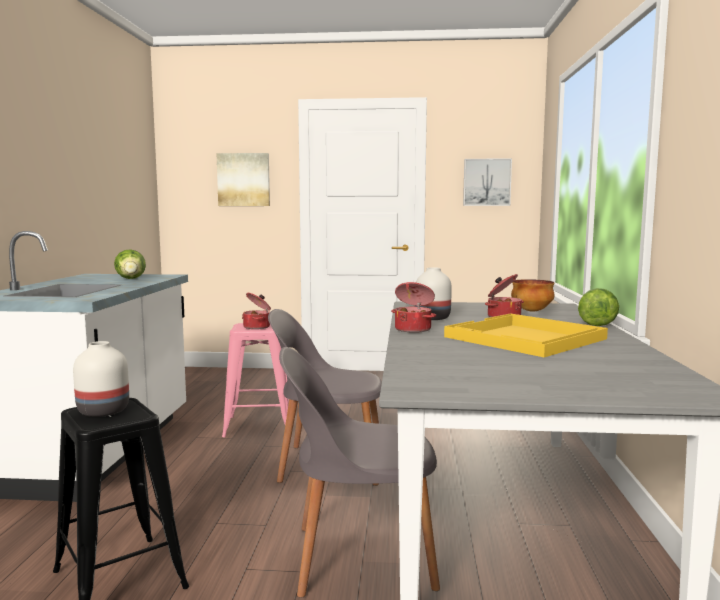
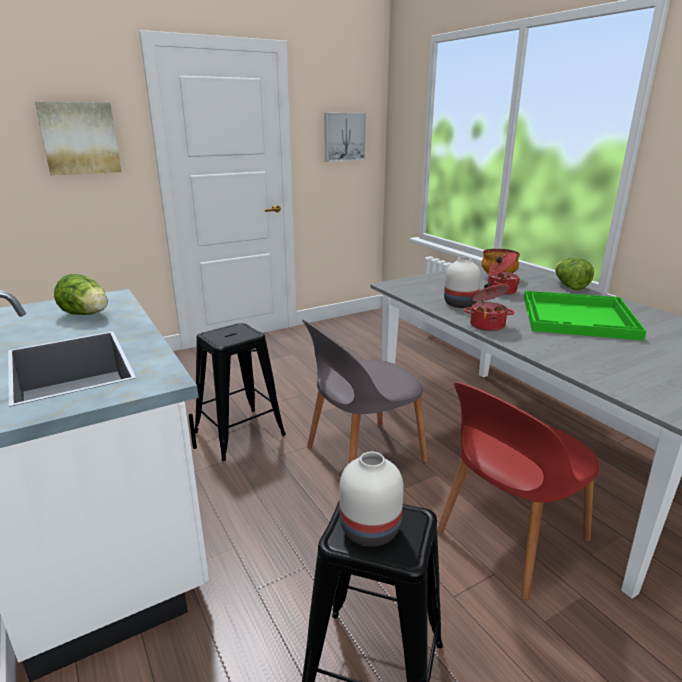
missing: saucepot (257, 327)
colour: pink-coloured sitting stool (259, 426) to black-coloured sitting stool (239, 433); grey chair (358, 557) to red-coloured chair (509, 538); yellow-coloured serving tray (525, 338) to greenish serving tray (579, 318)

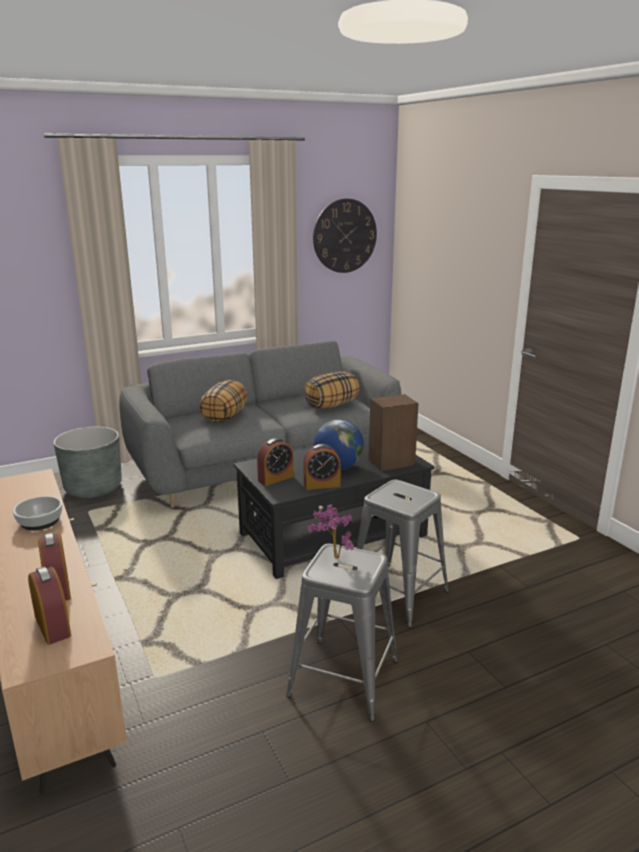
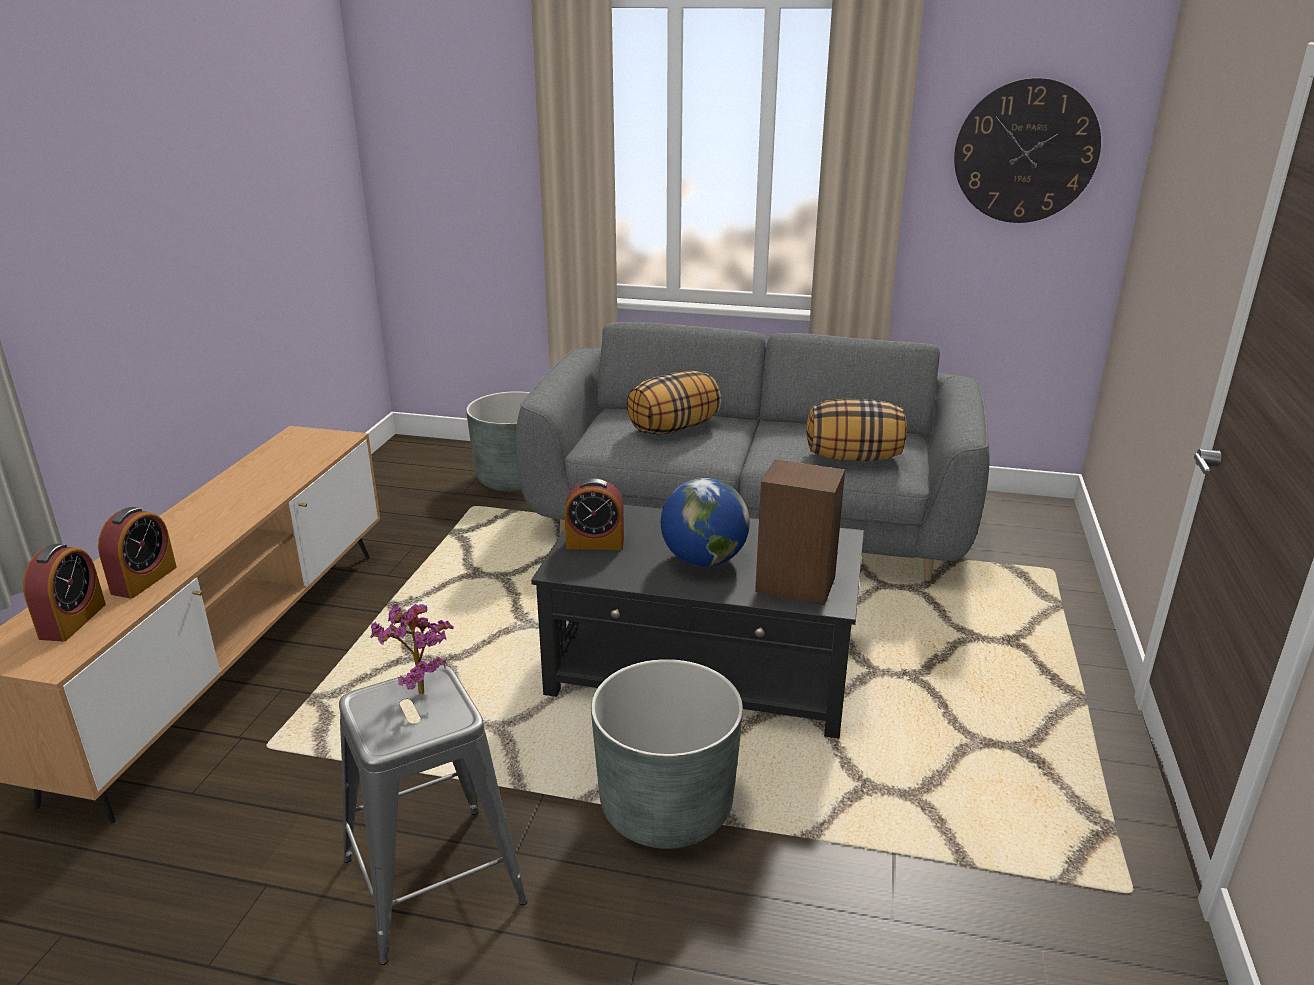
missing: deep dish (39, 521); alarm clock (321, 485)
exchanged: grey sitting stool (398, 594) to grey flower pot (666, 807)

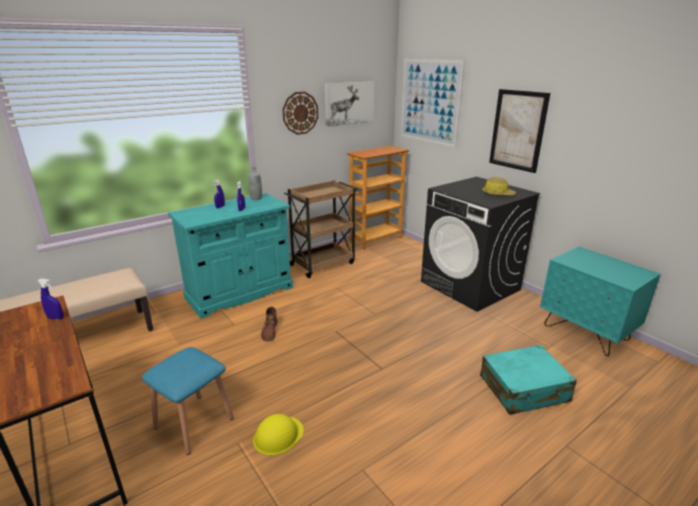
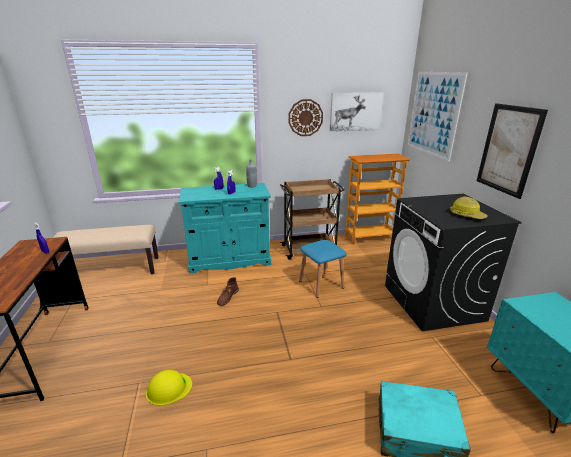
relocated: blue sitting stool (194, 423) to (321, 284)

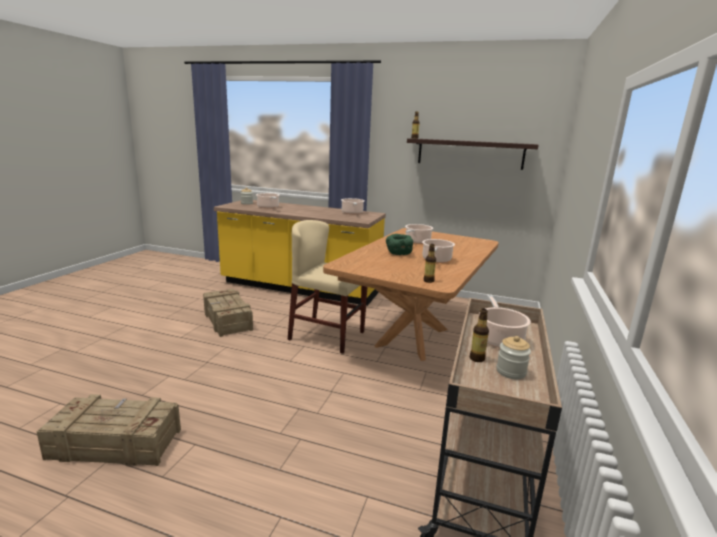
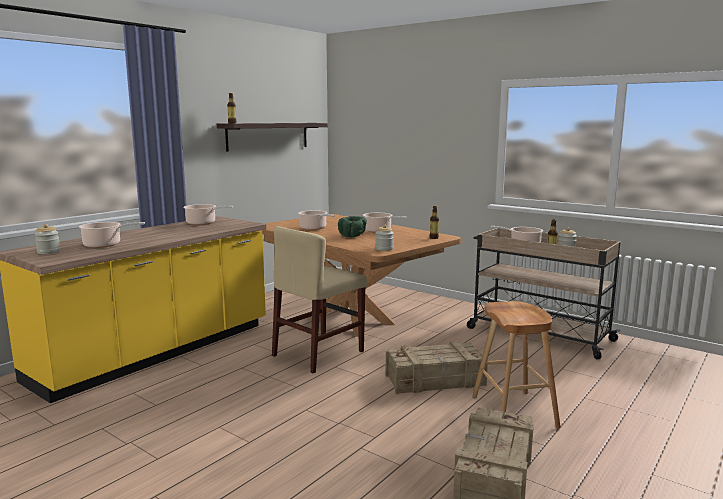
appeared: preserve jar (384, 249); brown-coloured sitting stool (513, 411)
relocated: shipping crate (227, 320) to (435, 380)

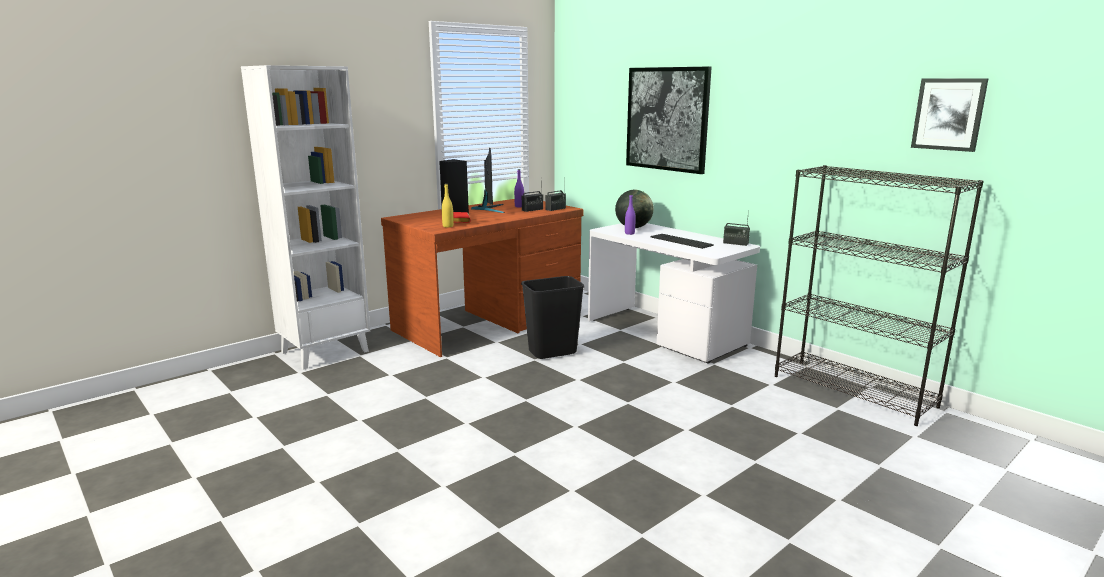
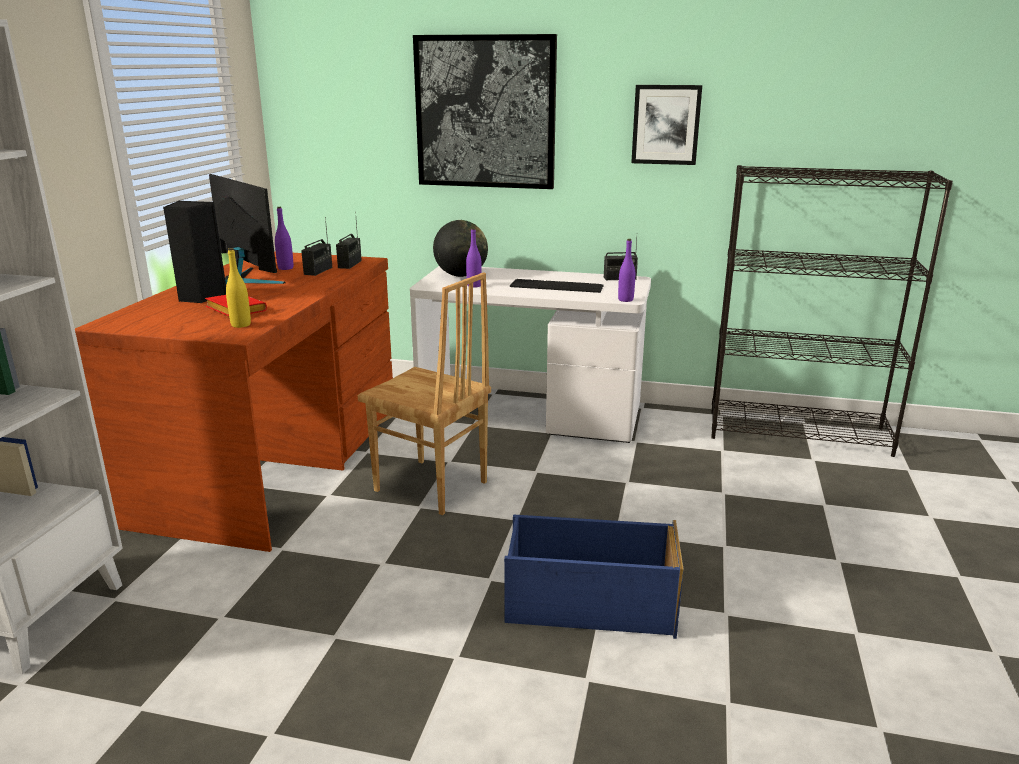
appeared: blue storage container (588, 604); purple-coloured bottle (625, 300)
relocated: picture (948, 114) to (666, 124)
exchanged: black-coloured waste bin (552, 353) to brown-coloured chair (430, 487)

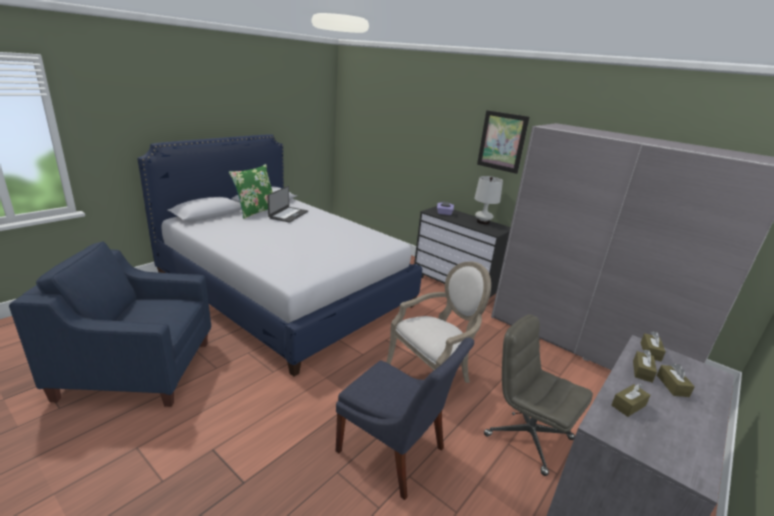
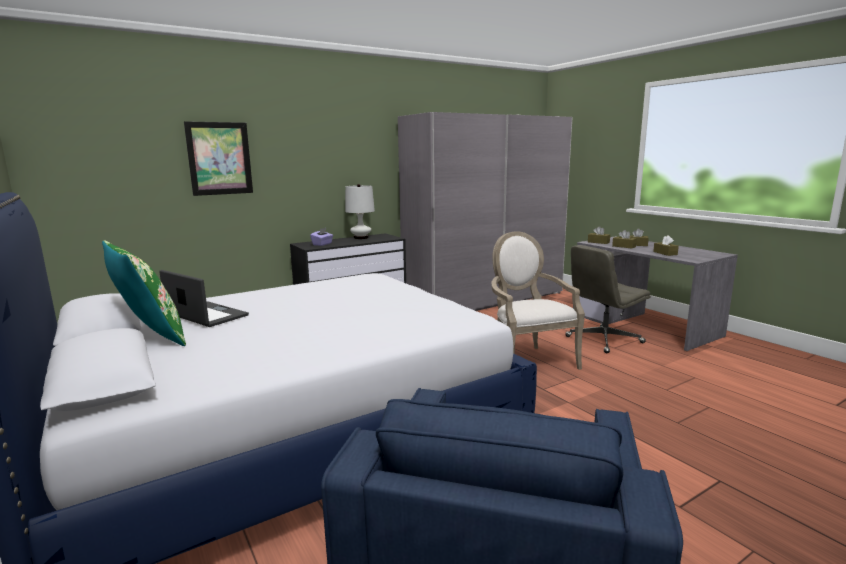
missing: blue chair (394, 453)
relocated: picture (502, 141) to (219, 158)

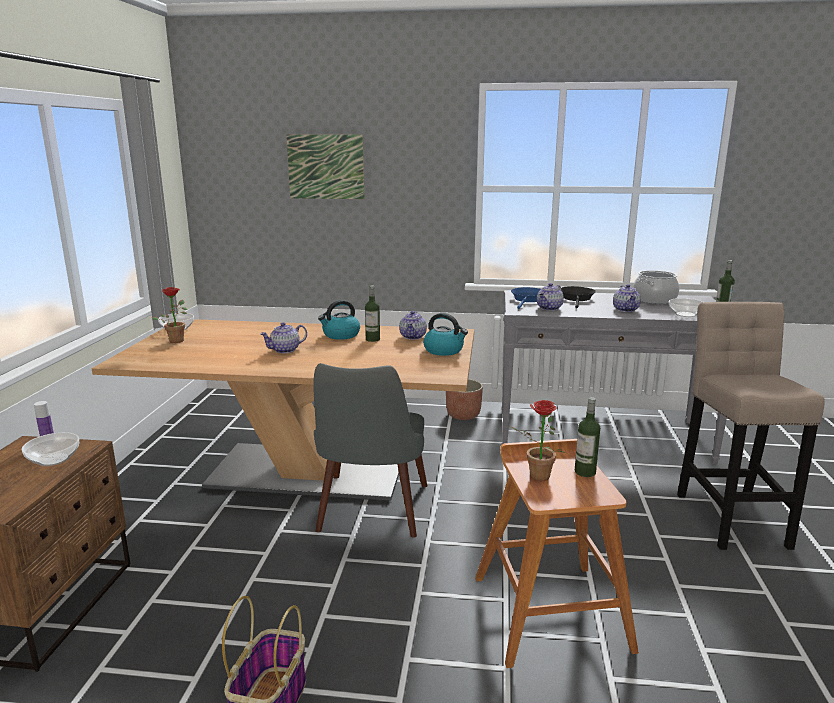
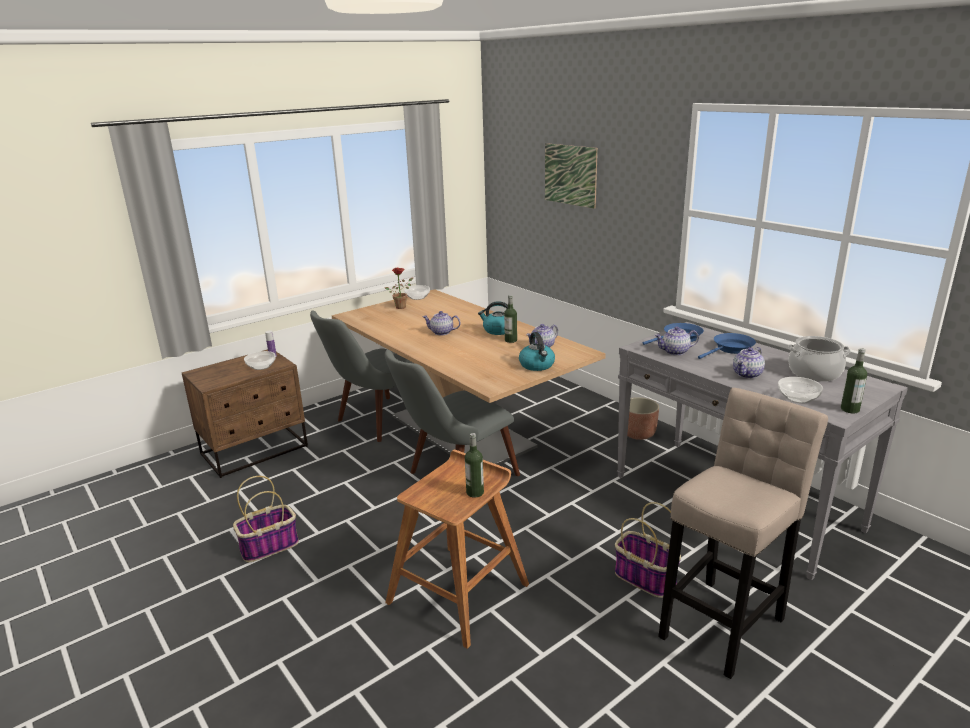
missing: plant in a pot (535, 477)
appeared: grey chair (375, 423); household basket (643, 578)
colour: black-coloured pan (576, 299) to blue pan (731, 349)

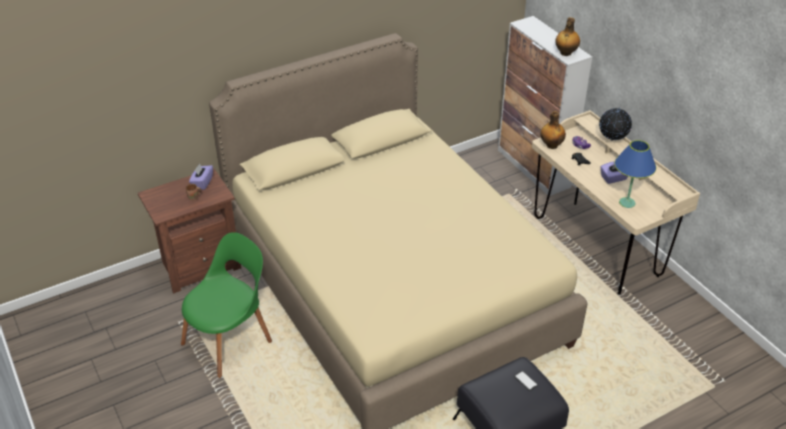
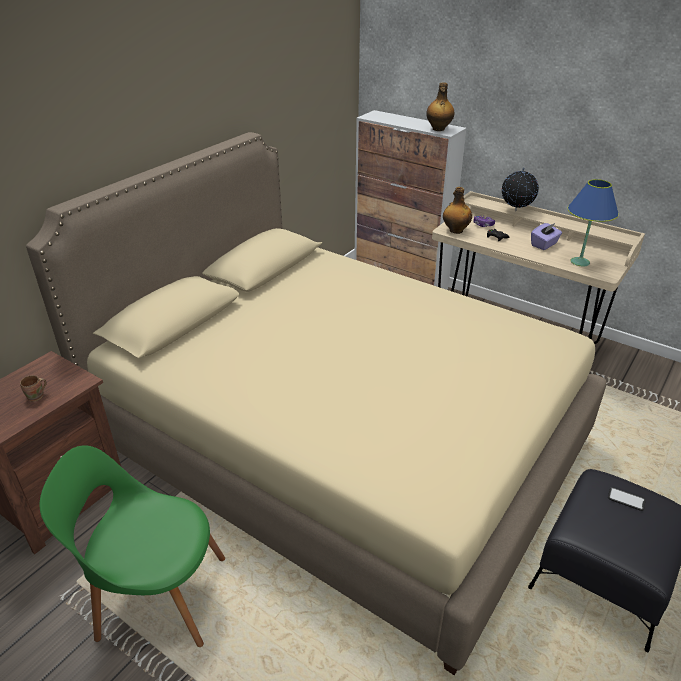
missing: purple-coloured tissue box (202, 183)
spun: greenish chair (230, 340) = (157, 595) 105 degrees counterclockwise

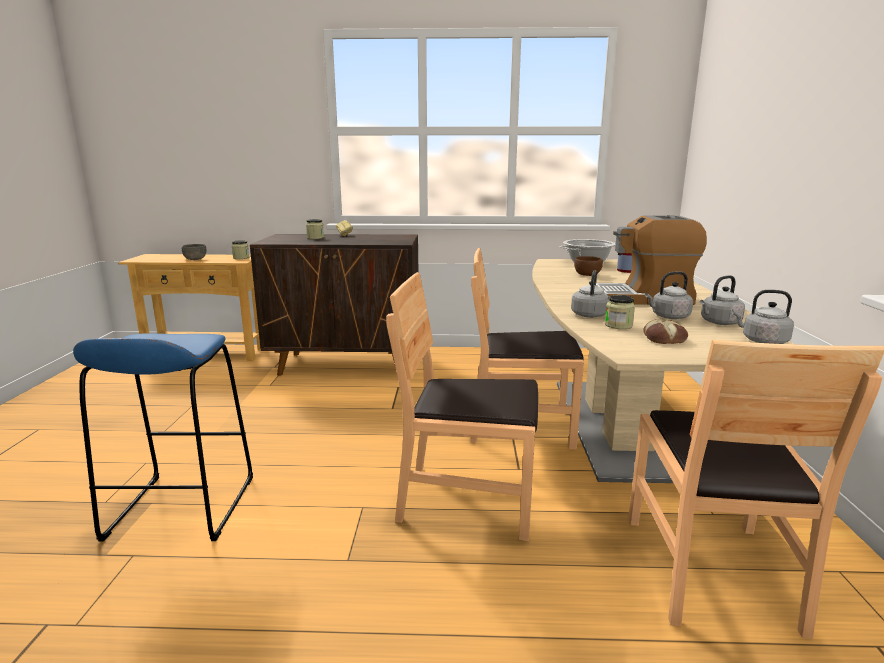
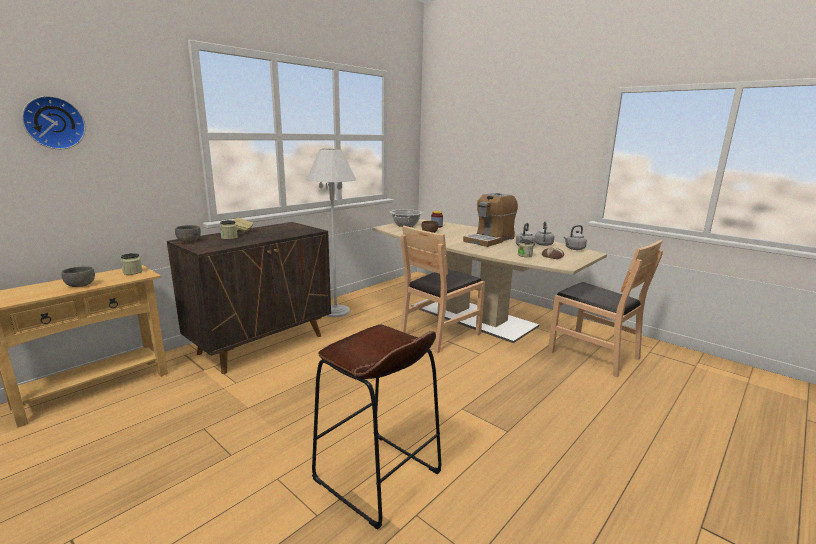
missing: brown-coloured chair (468, 498); grey water kettle (589, 314)
appeared: wall clock (53, 123); grey deep dish (189, 241); whitish floor lamp (335, 311)
colour: blue sitting stool (181, 507) to brown-coloured sitting stool (377, 476)

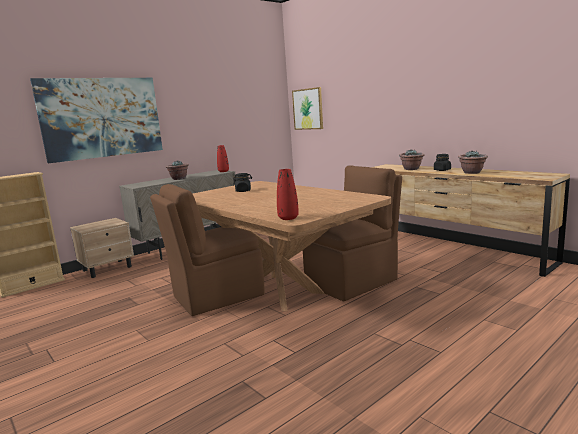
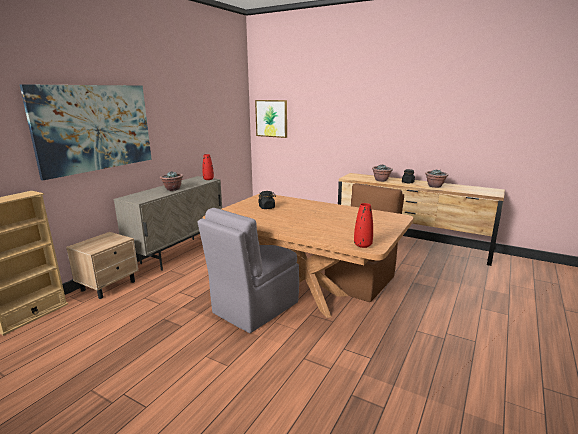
colour: brown-coloured chair (215, 296) to grey chair (254, 308)

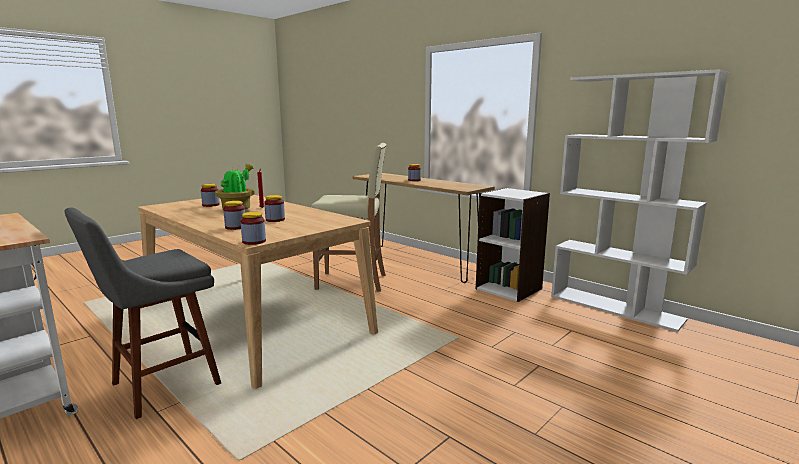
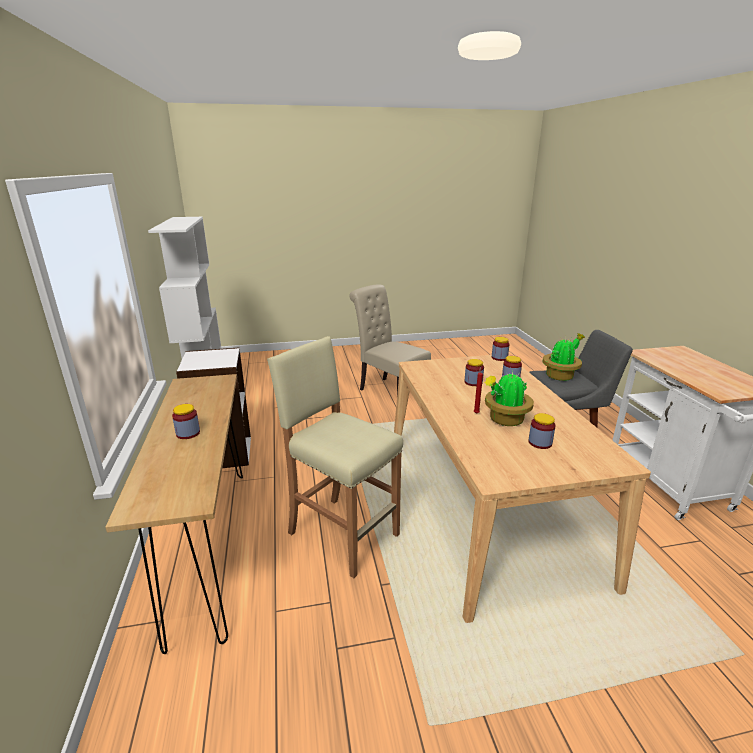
appeared: sand-coloured chair (388, 390); plant in a pot (560, 376)

